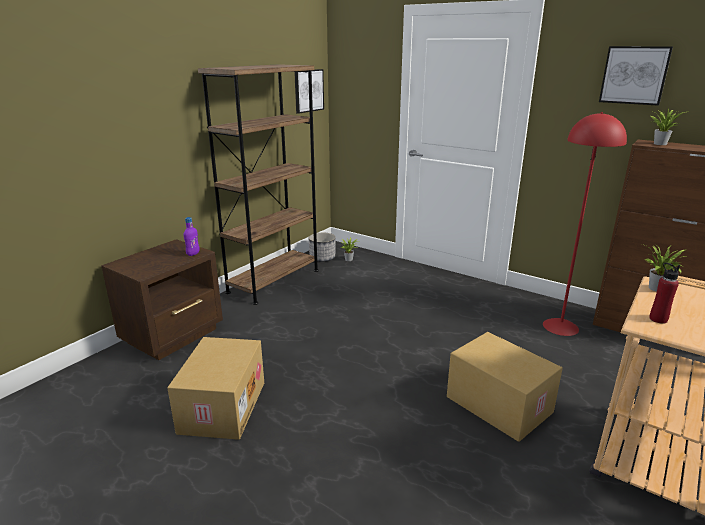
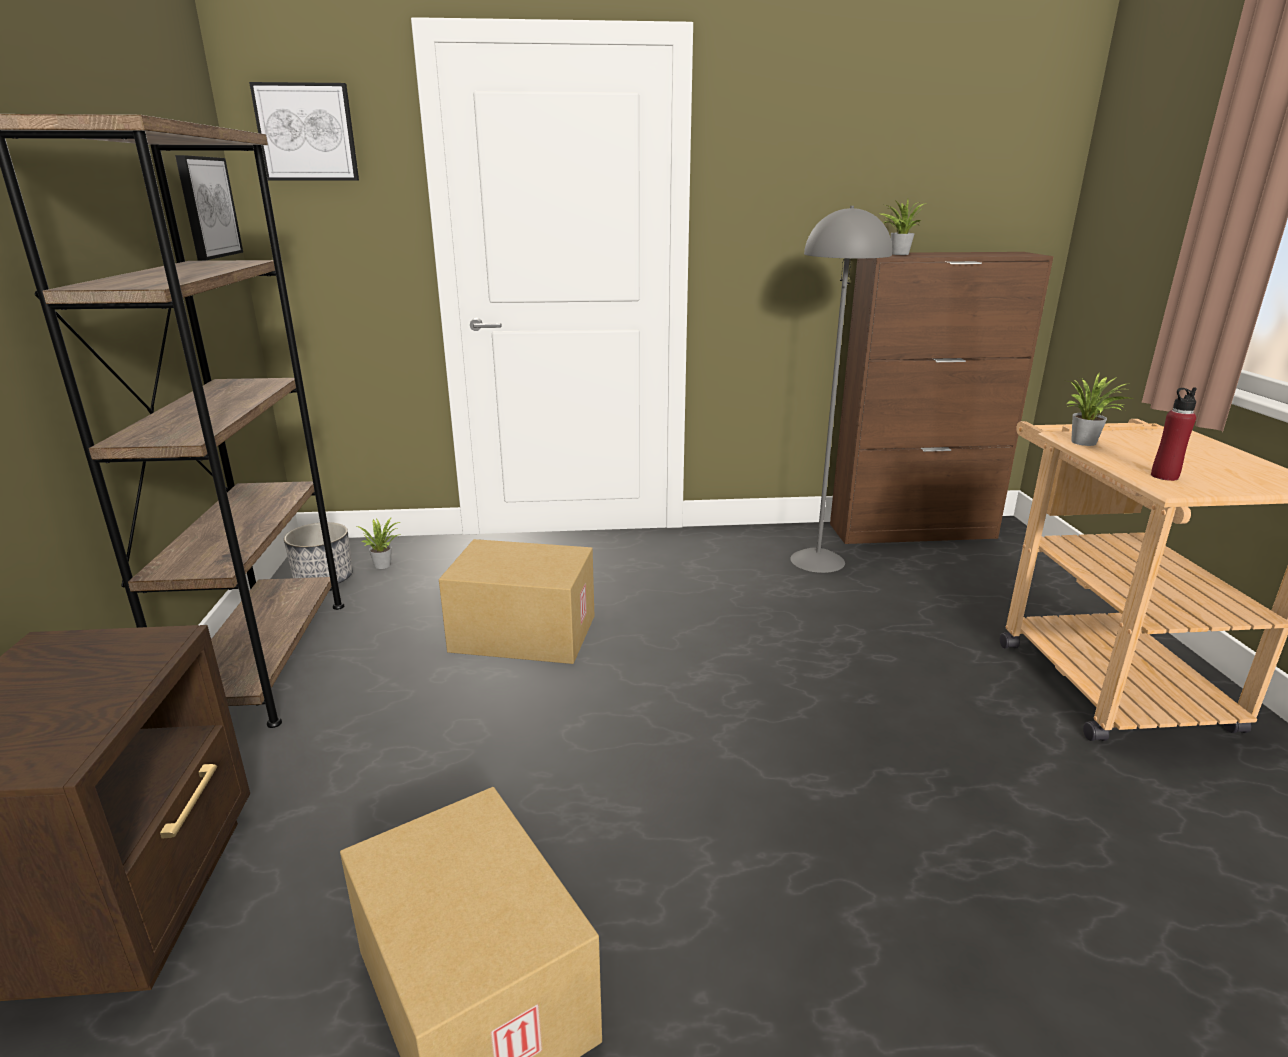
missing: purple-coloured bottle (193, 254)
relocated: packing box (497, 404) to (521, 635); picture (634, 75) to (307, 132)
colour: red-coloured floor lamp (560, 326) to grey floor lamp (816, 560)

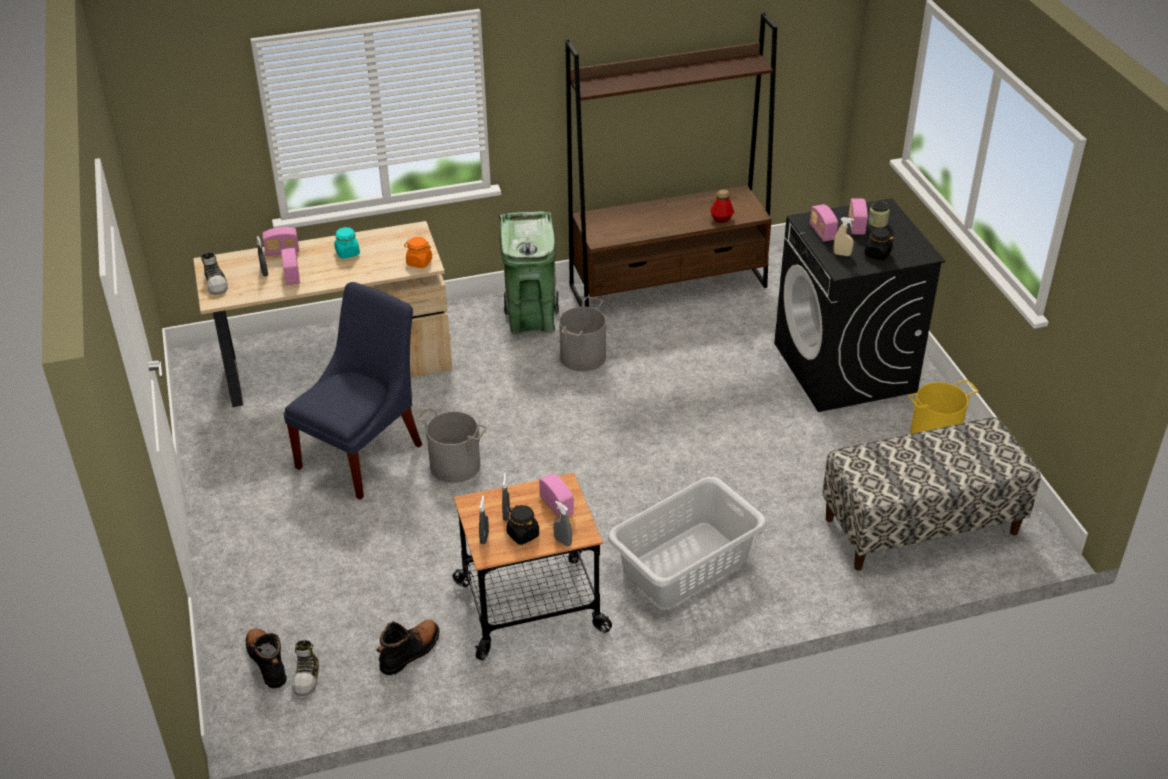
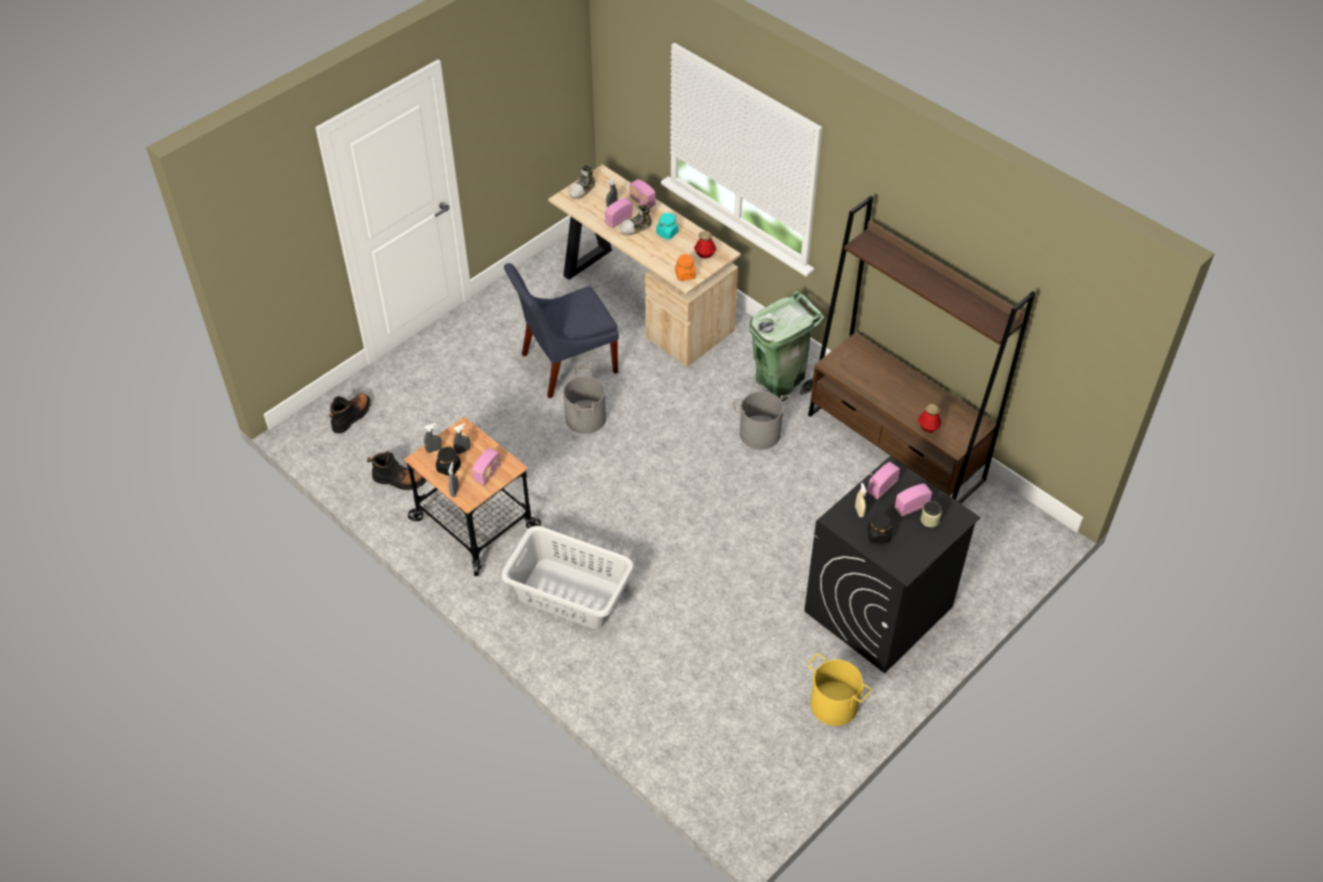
missing: long seat (921, 526)
appeared: bottle (705, 254)
relocated: shoe (307, 676) to (636, 227)
spun: blue chair (363, 453) = (565, 364) 150 degrees clockwise

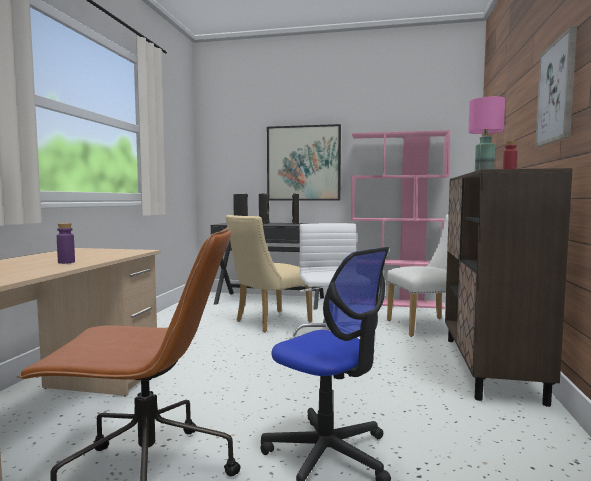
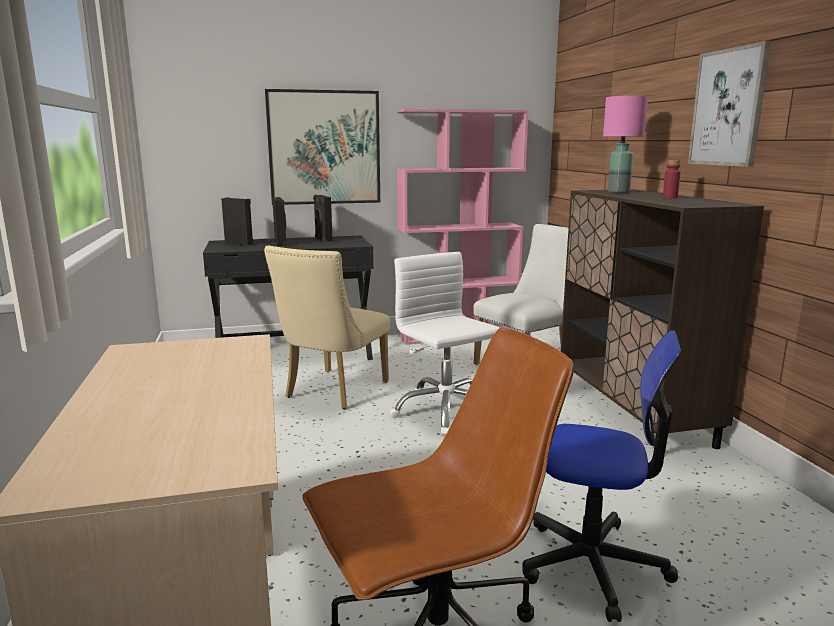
missing: purple-coloured bottle (66, 262)

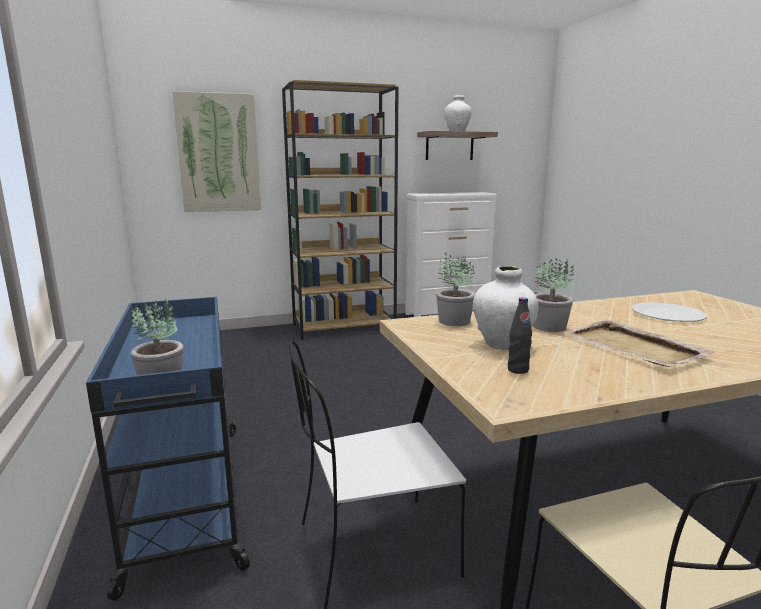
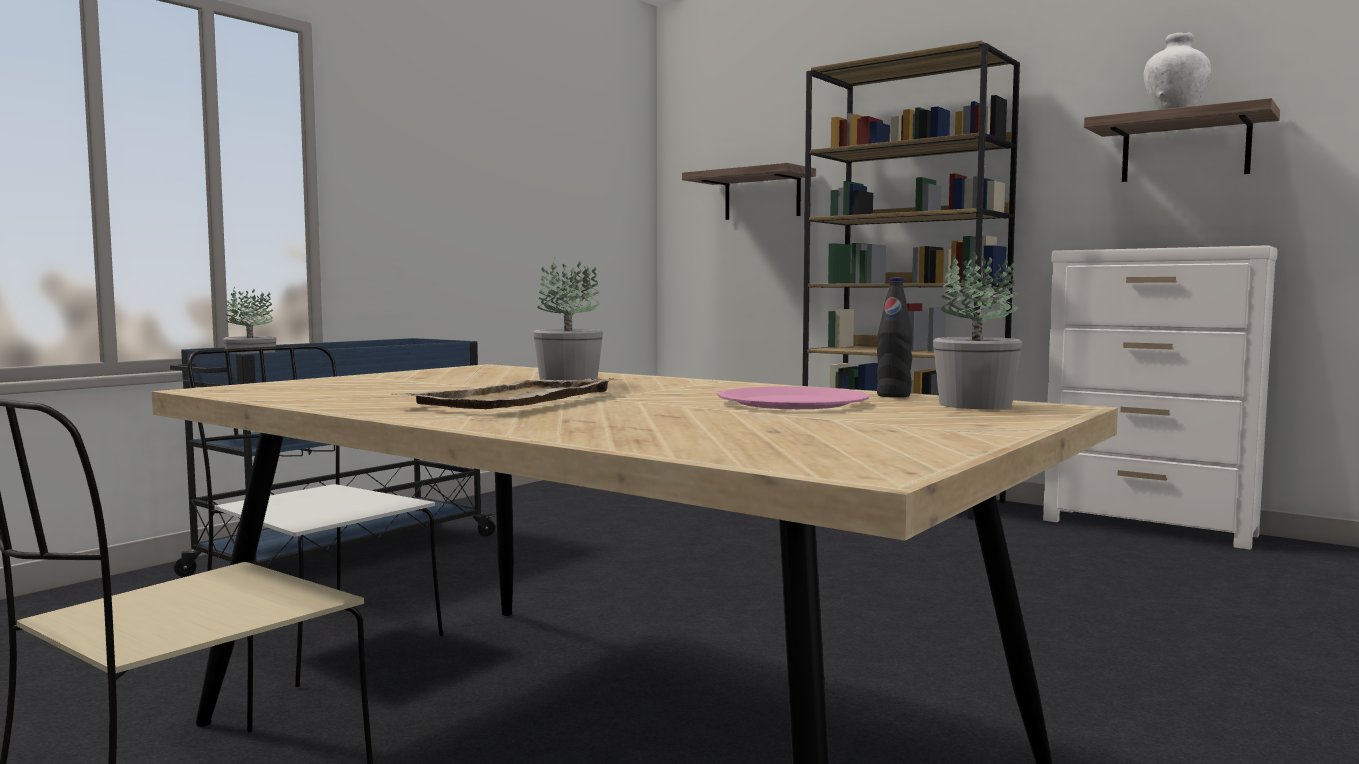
missing: whitish decorative vase (502, 345)
relocated: plant in a pot (453, 321) to (973, 404); black-coloured bottle (518, 370) to (893, 396)
exchanged: picture (218, 153) to wall shelf (762, 195)
colour: whitish dinner plate (667, 314) to pink-coloured dinner plate (792, 402)

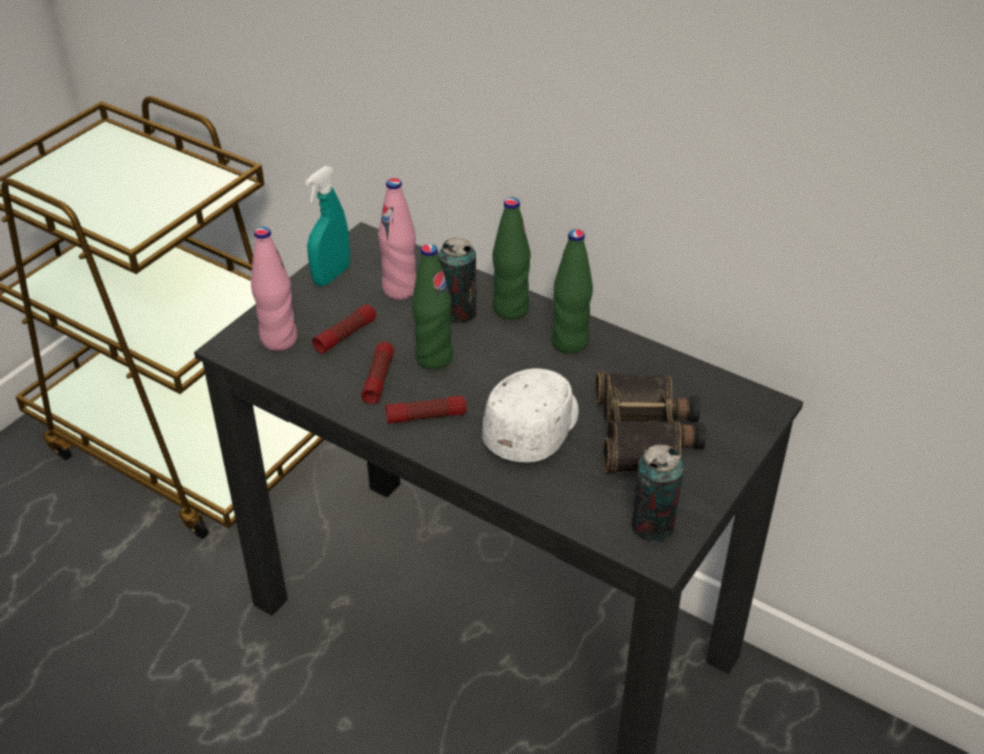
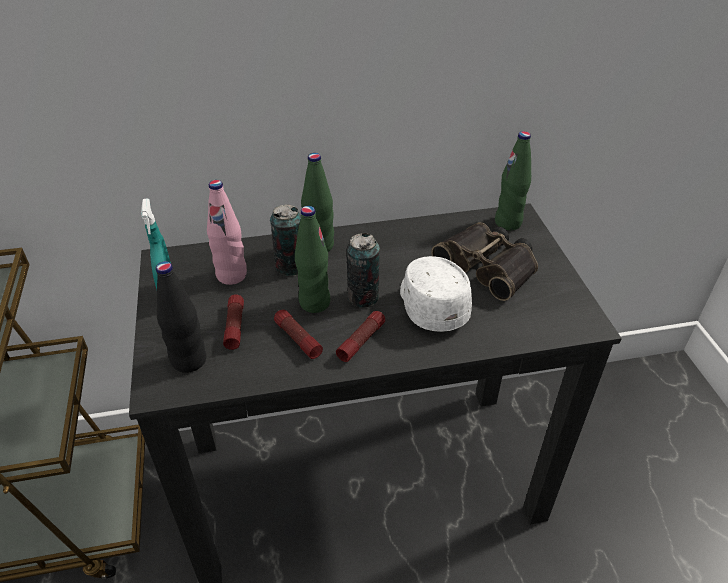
relocated: greenish bottle (570, 342) to (508, 222); metal can (652, 526) to (363, 297)
colour: pink-coloured bottle (279, 340) to black-coloured bottle (189, 361)

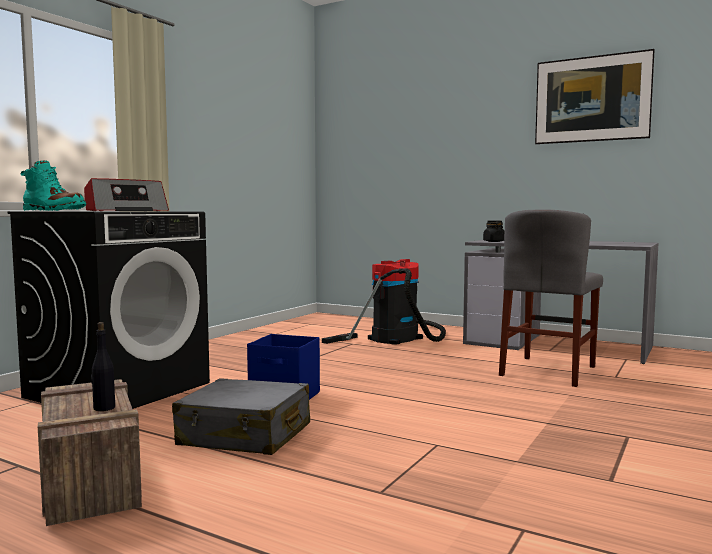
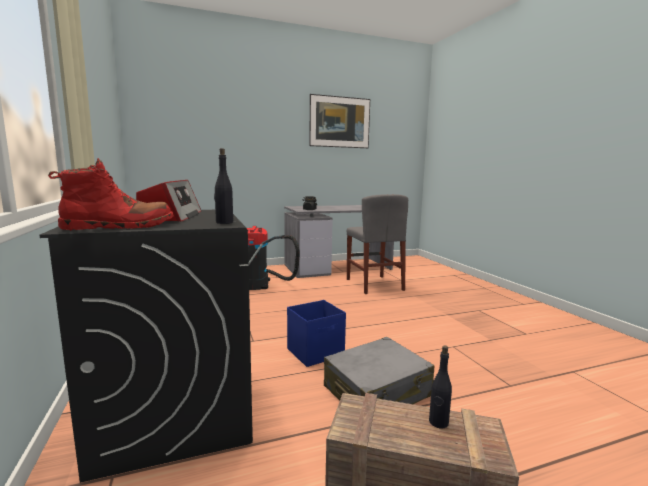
appeared: black-coloured bottle (224, 222)
colour: turquoise-coloured high-top boot (53, 211) to red-coloured high-top boot (119, 227)

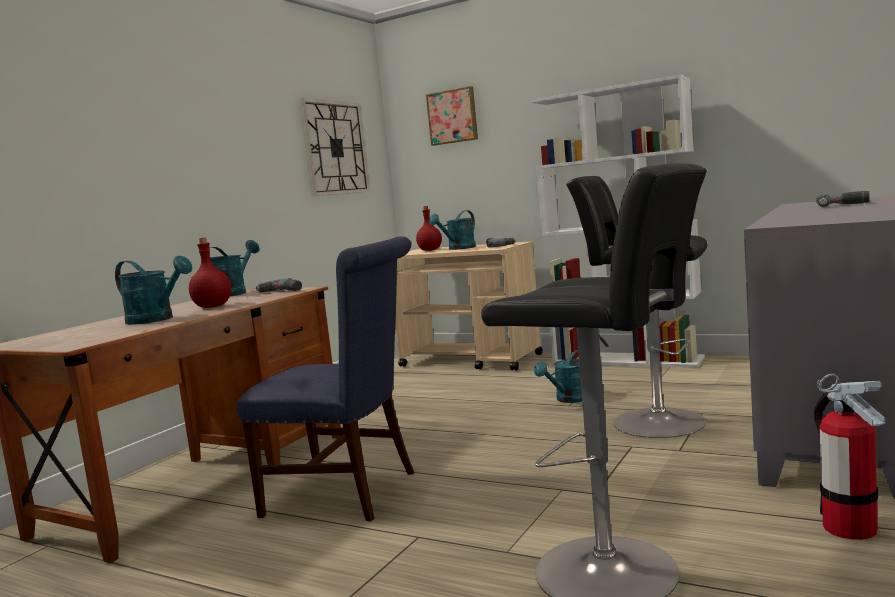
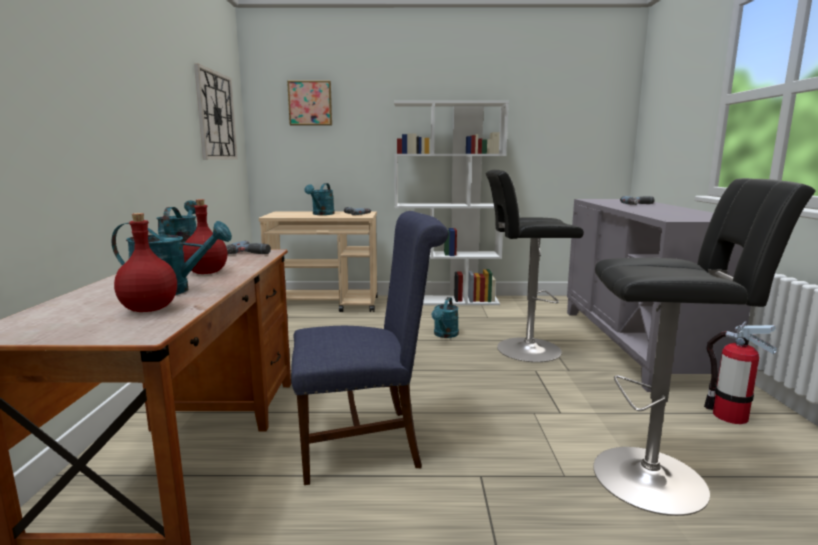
relocated: red-coloured bottle (429, 250) to (149, 309)

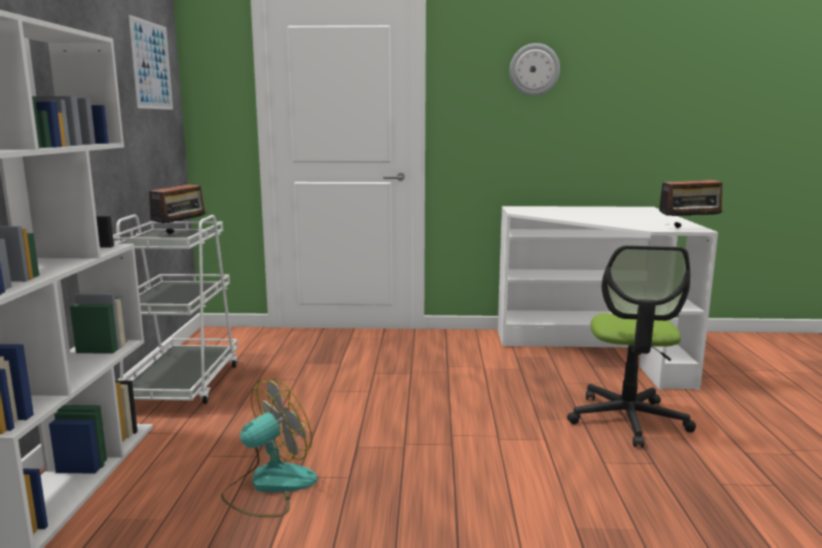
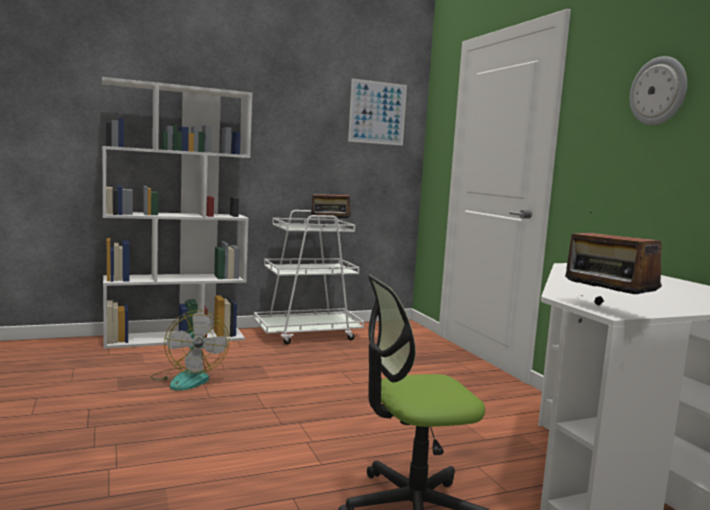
spun: cooling fan (269, 486) = (188, 378) 45 degrees clockwise

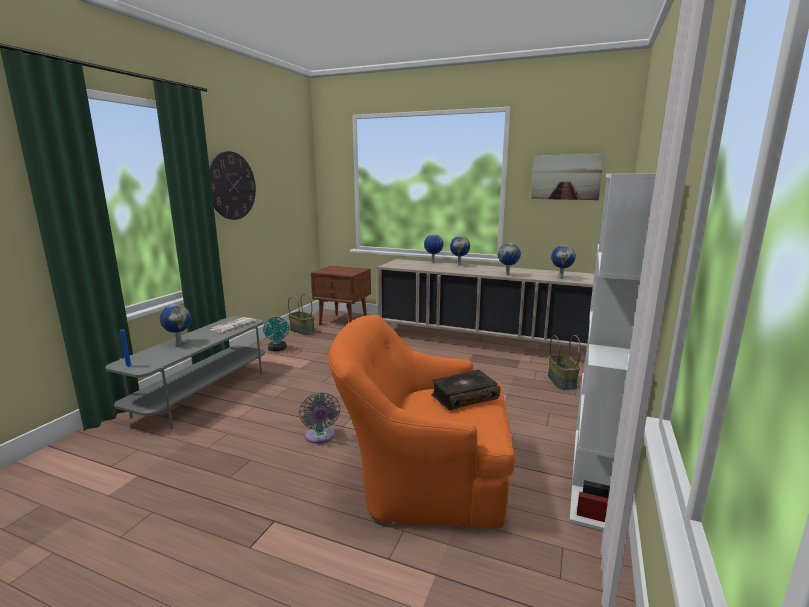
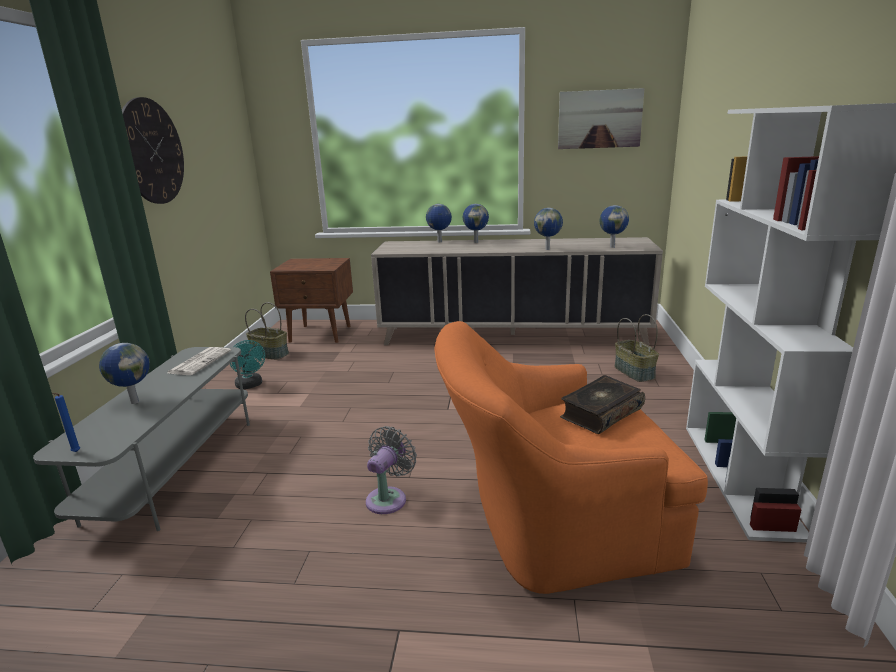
spun: grey cooling fan (320, 437) = (388, 498) 120 degrees counterclockwise

